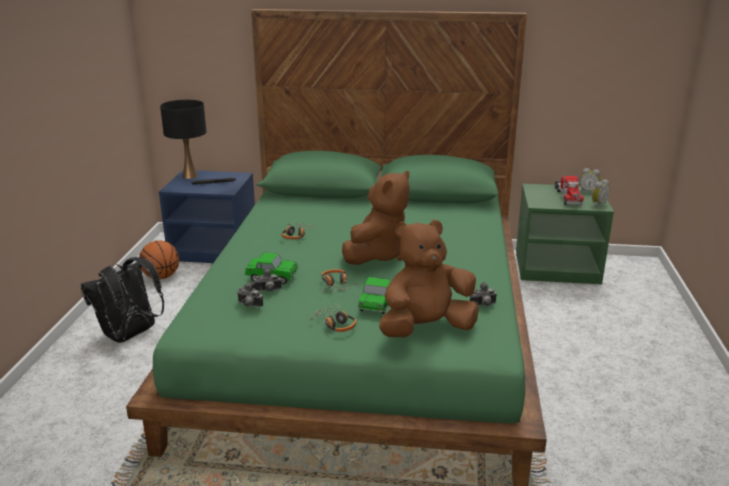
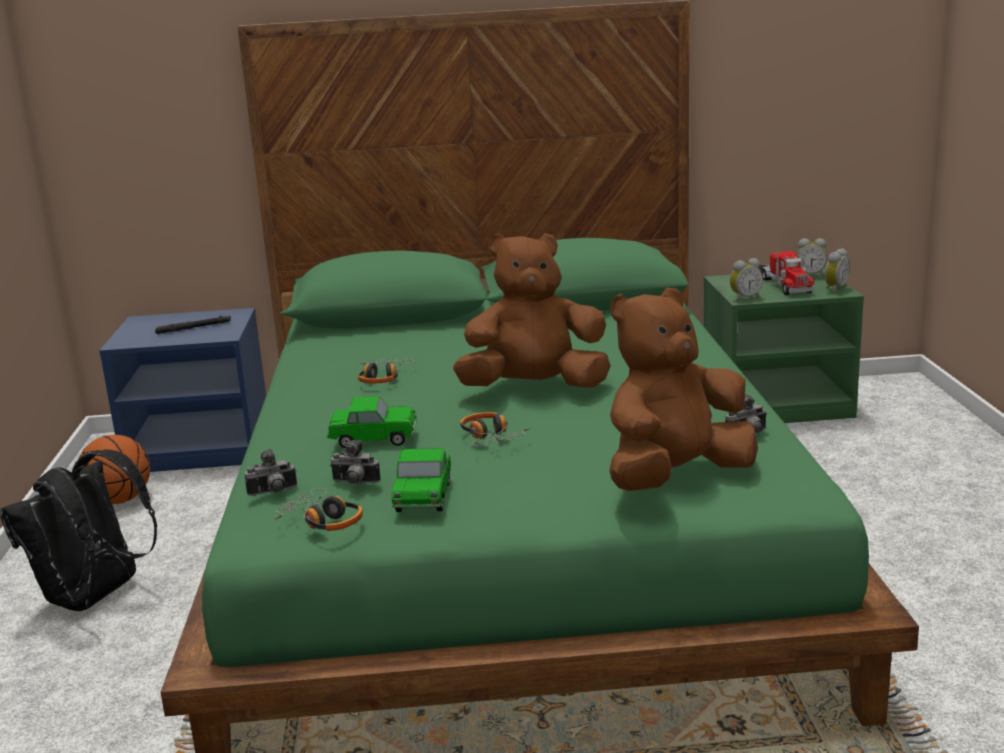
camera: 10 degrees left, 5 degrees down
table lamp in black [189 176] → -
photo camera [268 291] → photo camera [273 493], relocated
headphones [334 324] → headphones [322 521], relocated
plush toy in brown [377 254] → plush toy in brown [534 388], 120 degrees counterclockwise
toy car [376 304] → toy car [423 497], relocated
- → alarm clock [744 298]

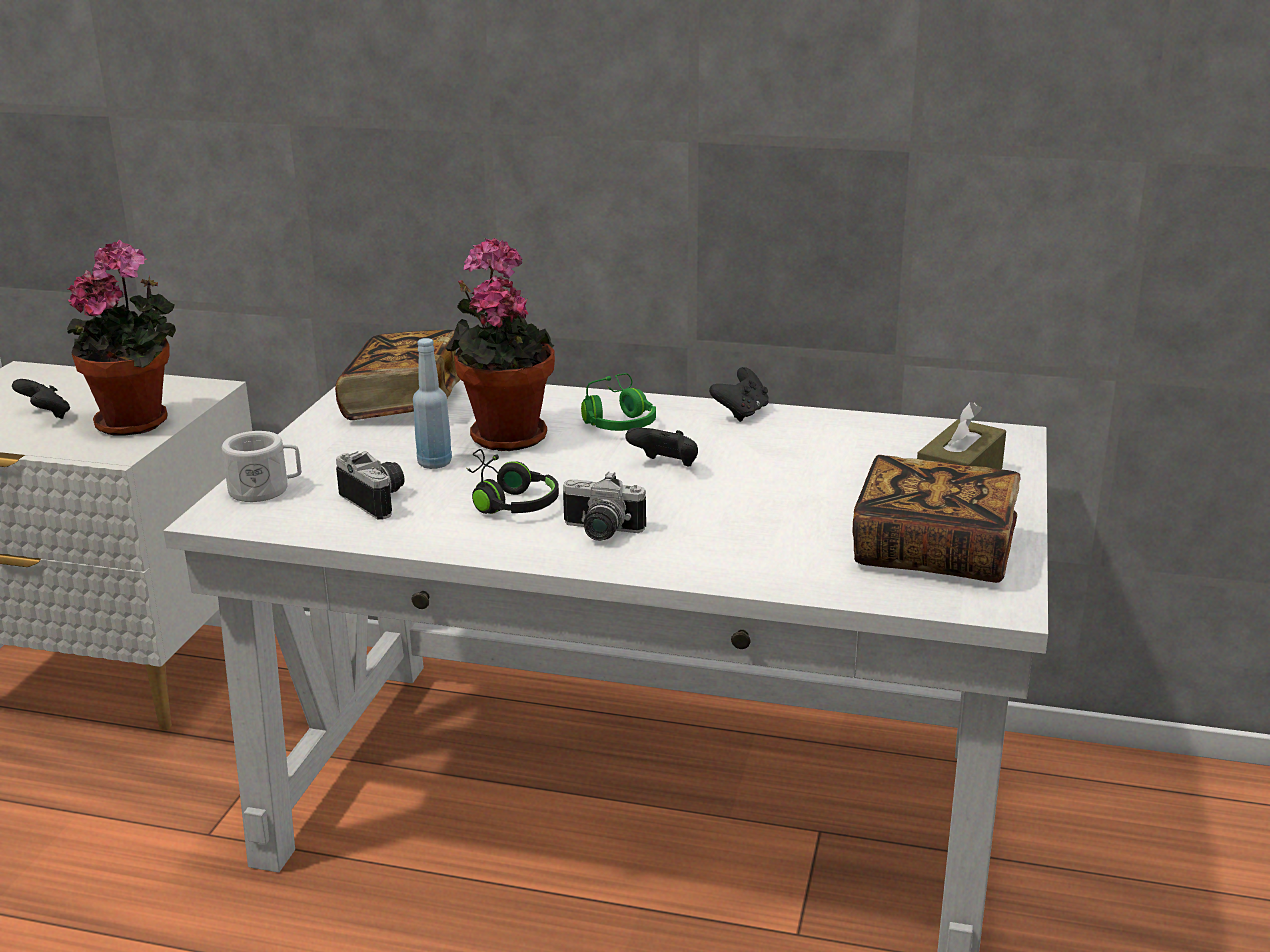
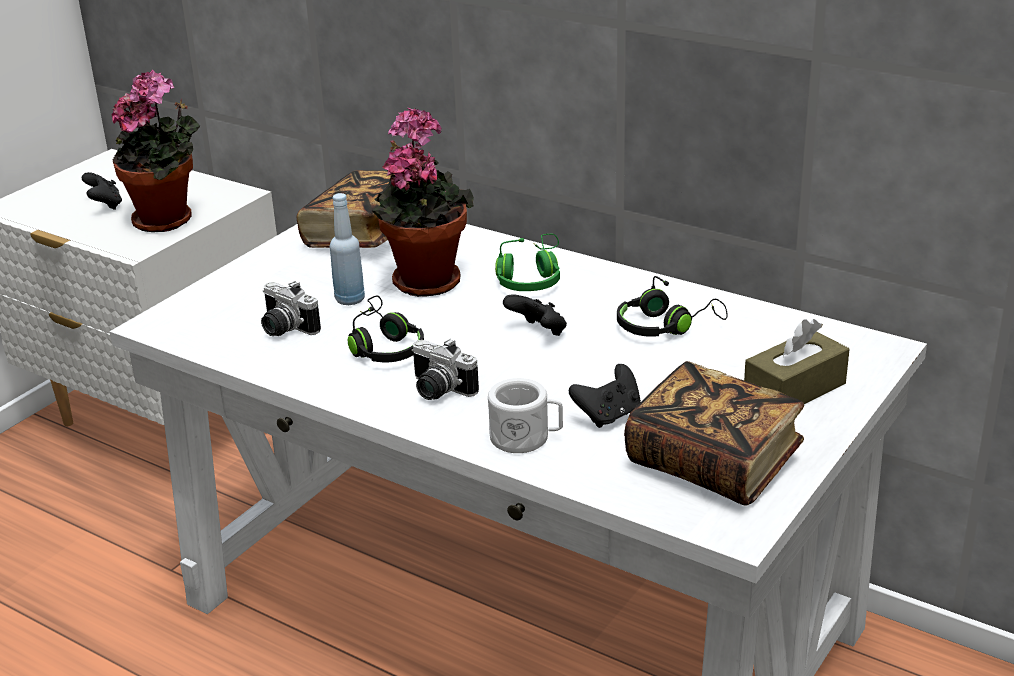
camera: 20 degrees right, 5 degrees up
mug in white [266 489] → mug in white [526 438], relocated
photo camera [379 500] → photo camera [284 329], 150 degrees clockwise
game controller in black [741 413] → game controller in black [608 415], relocated
- → headphones in black [665 326]

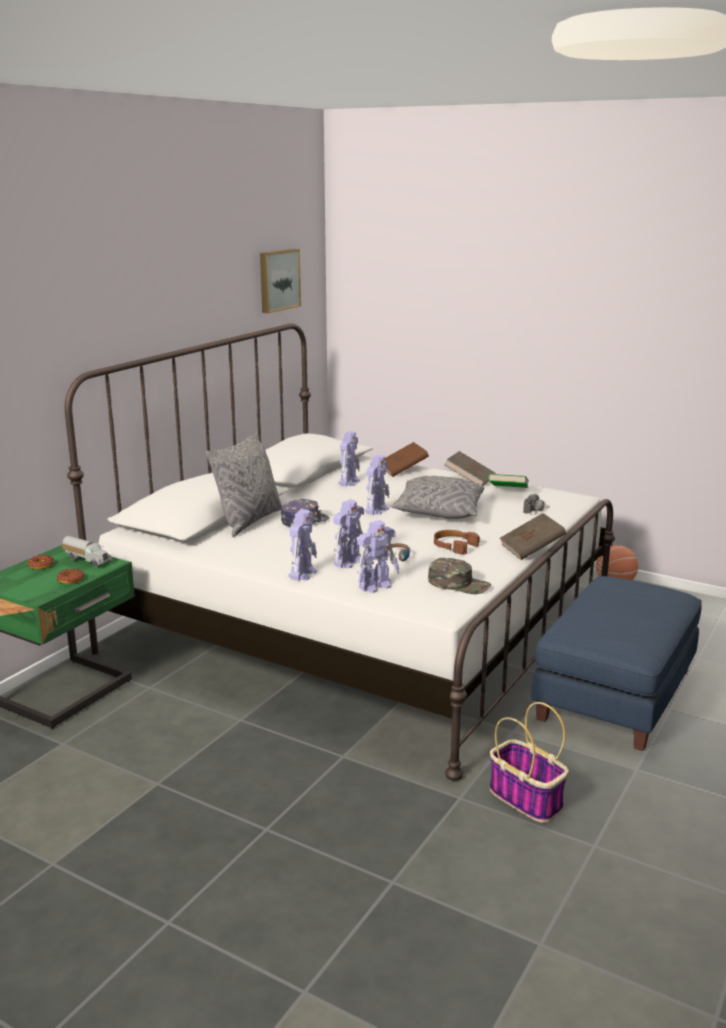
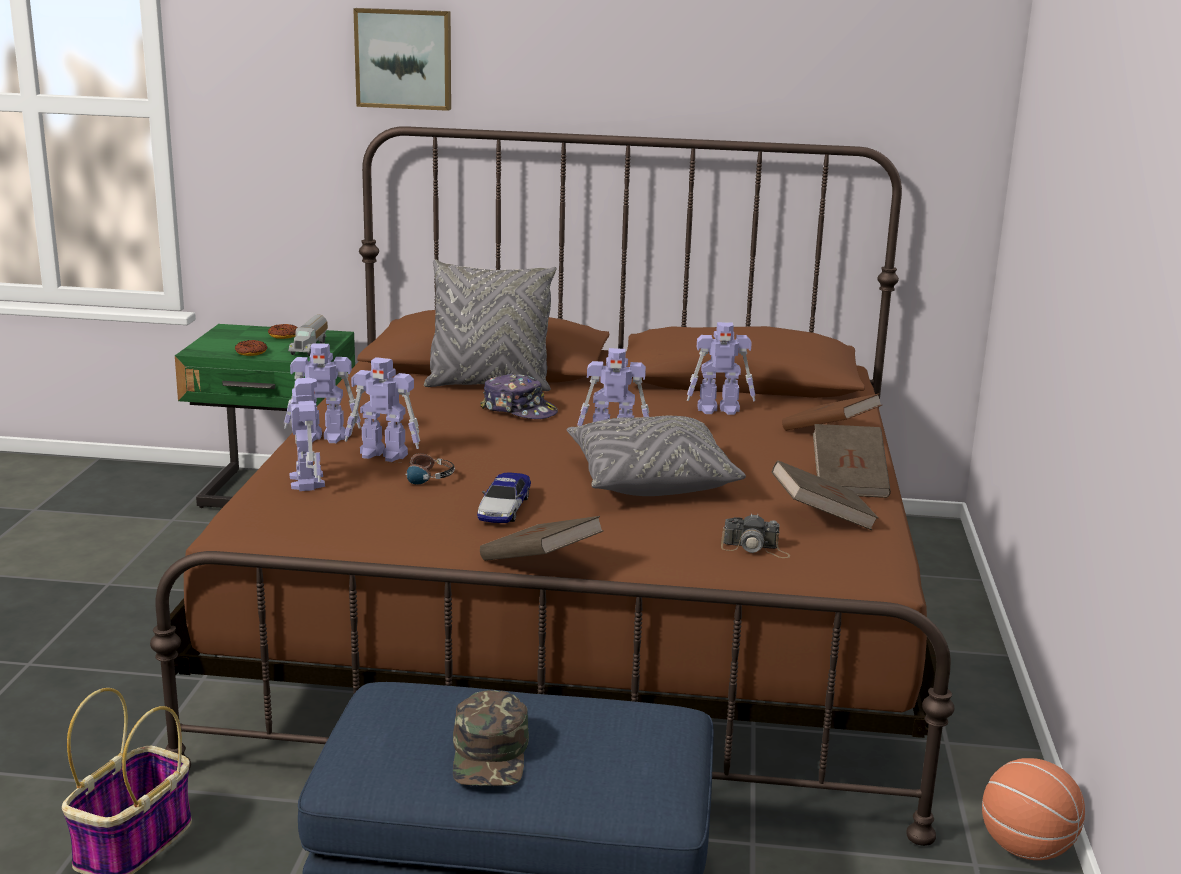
camera: 65 degrees right, 0 degrees up
bed in white [362 625] → bed in brown [584 620]
picture [278 280] → picture [404 58], relocated
toy robot [376 586] → toy robot [307 480], 135 degrees counterclockwise
cap in green [459 584] → cap in green [491 753], relocated
headphones in brown [454 546] → toy car [504 507]
book in green [508 492] → book in brown [821 517]

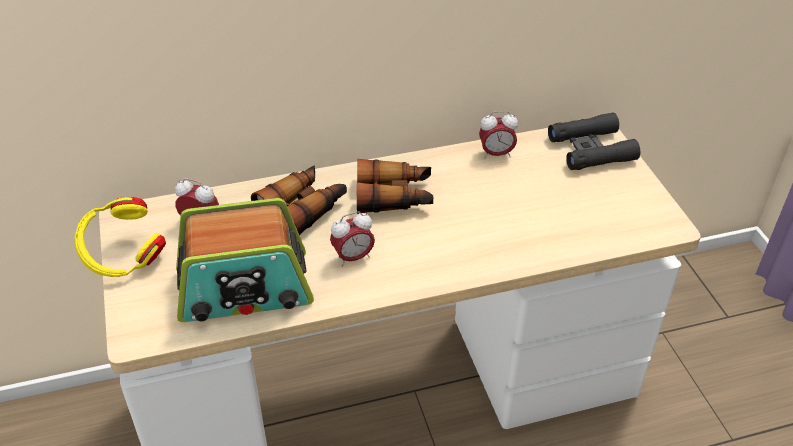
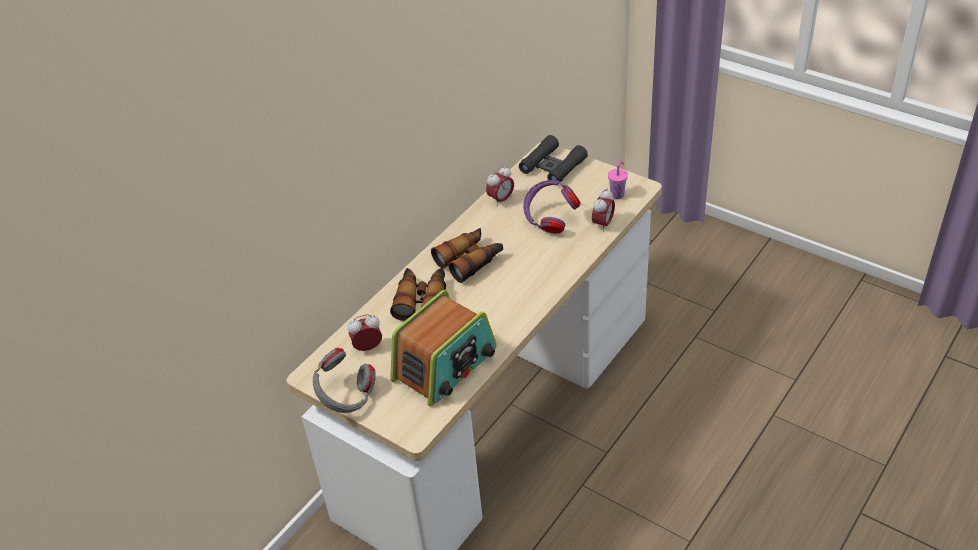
camera: 35 degrees left, 0 degrees up
headphones in yellow [124 259] → headphones in grey [346 398]
alarm clock [353 257] → alarm clock [603 224], relocated
- → headphones in purple [549 220]
- → cup in pink [617 194]

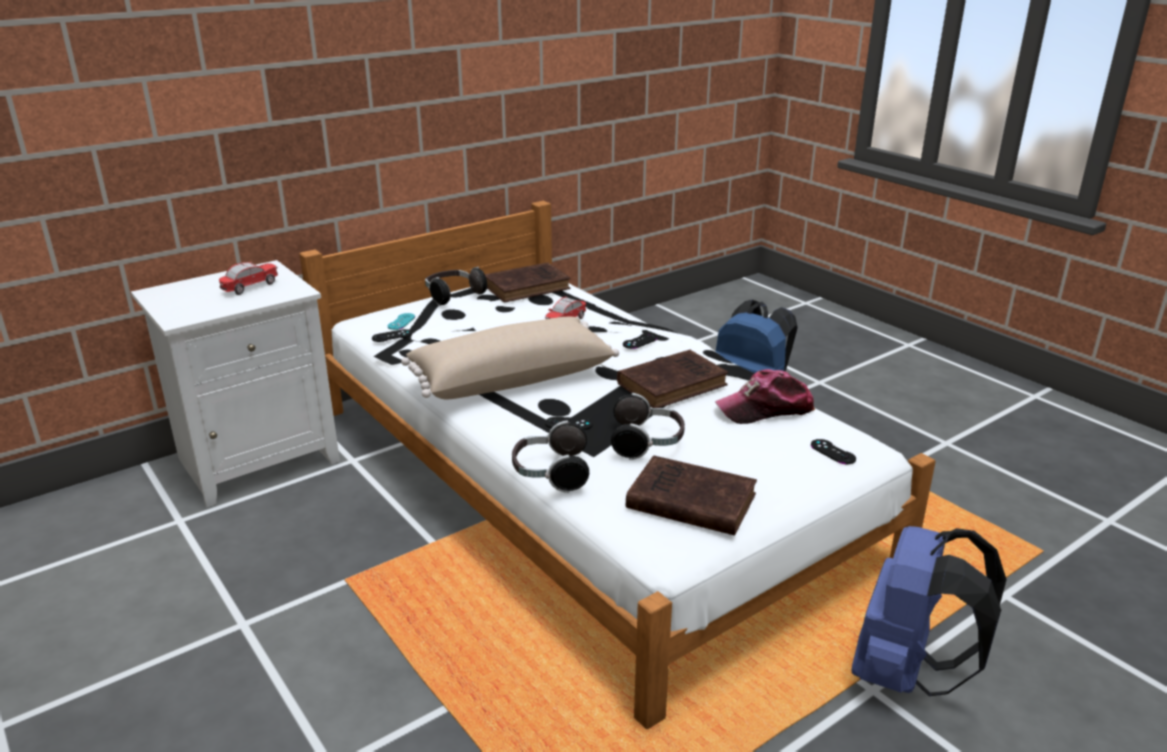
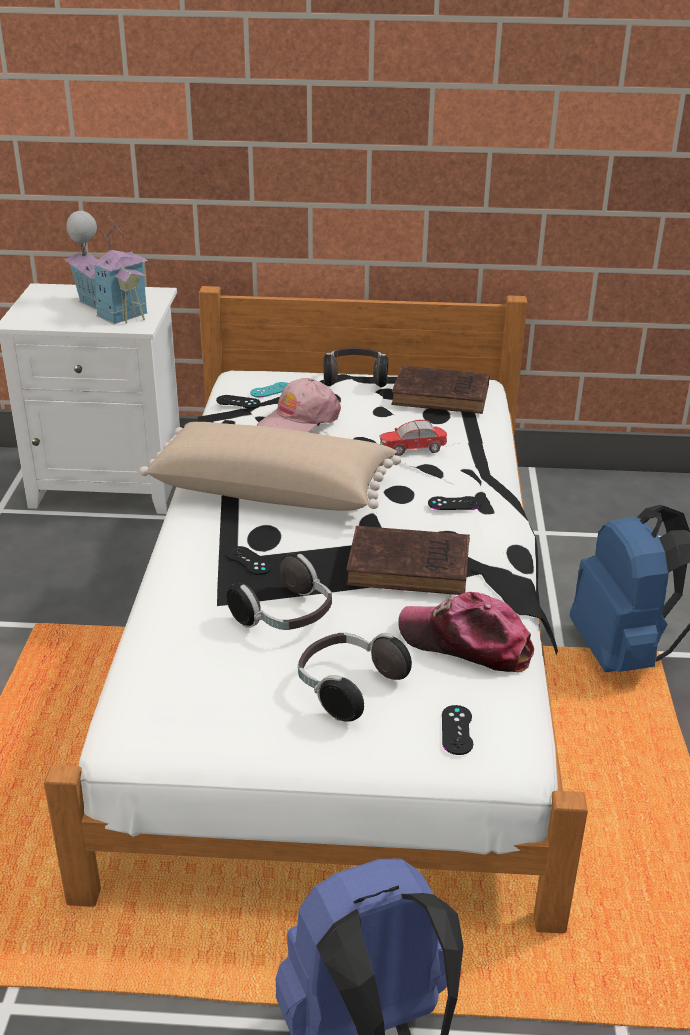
camera: 40 degrees right, 5 degrees up
toy car [250 287] → toy house [111 309]
headphones [550 473] → headphones [347 687], relocated
book in brown [687 501] → -
- → cap in pink [299 420]

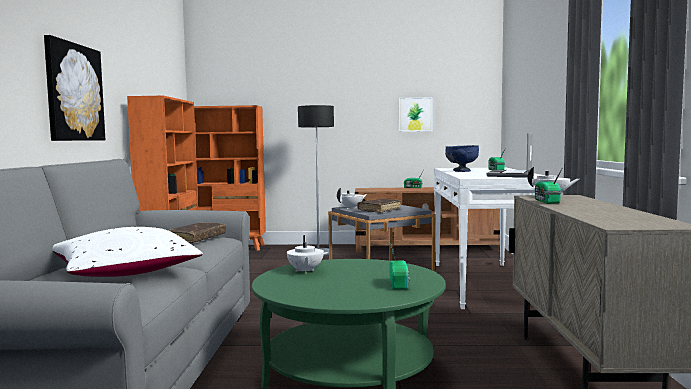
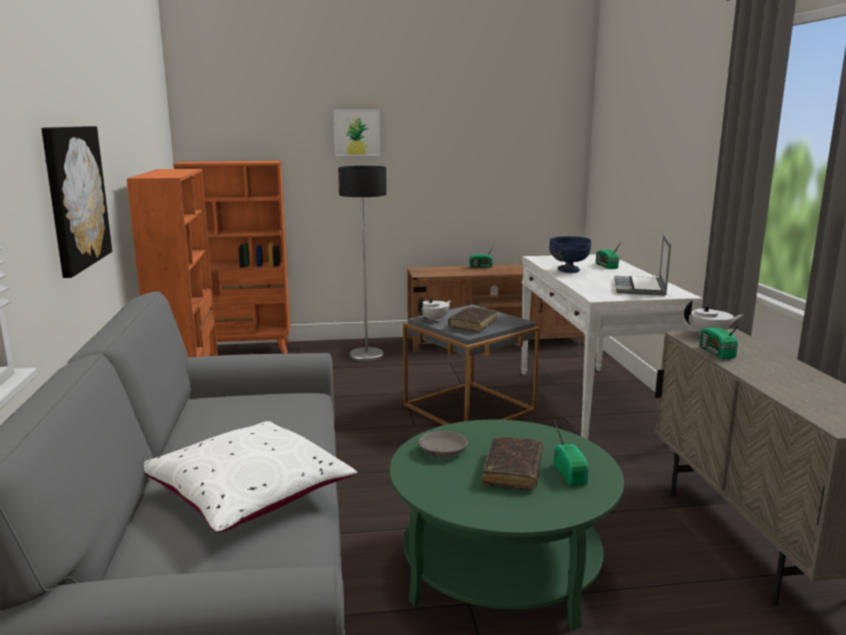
camera: 10 degrees left, 10 degrees up
book in brown [196 239] → book in brown [513 471], relocated
teapot in white [305 271] → bowl in grey [442 451]
picture [415 114] → picture [357 132], relocated

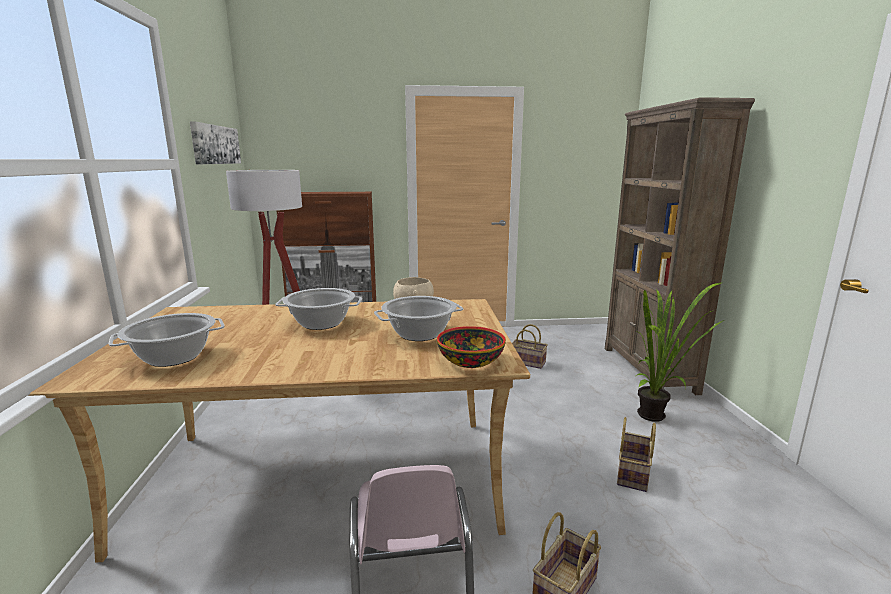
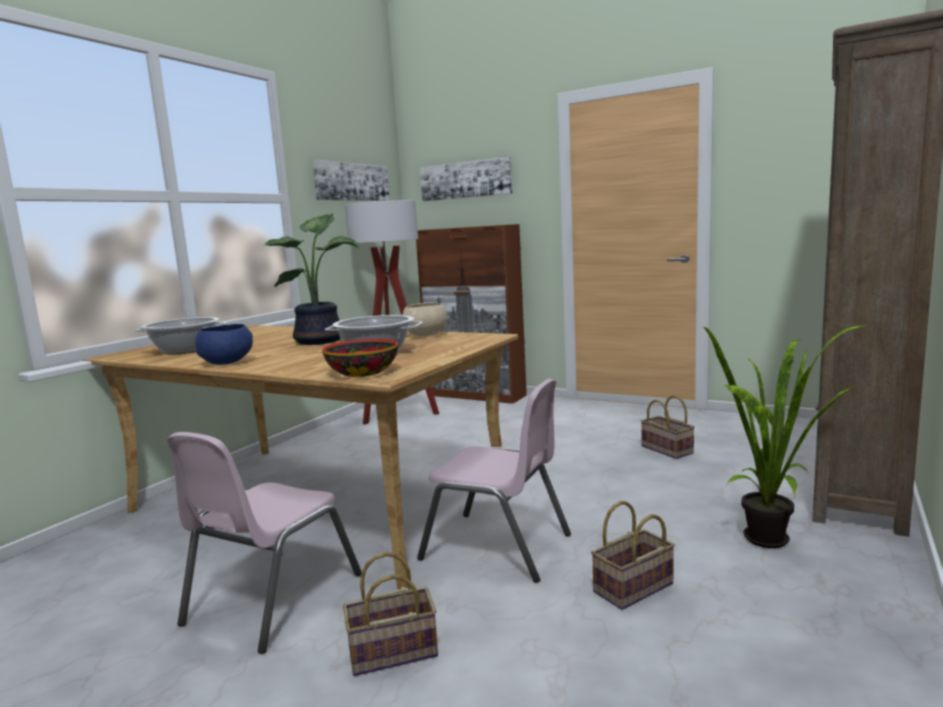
camera: 35 degrees right, 5 degrees down
cooking pot [321 323] → potted plant [322 340]
- → bowl in blue [228 362]
- → chair in pink [497 547]
- → picture [465 180]

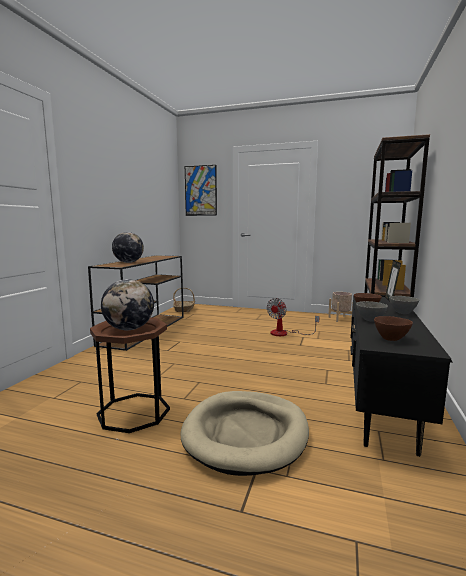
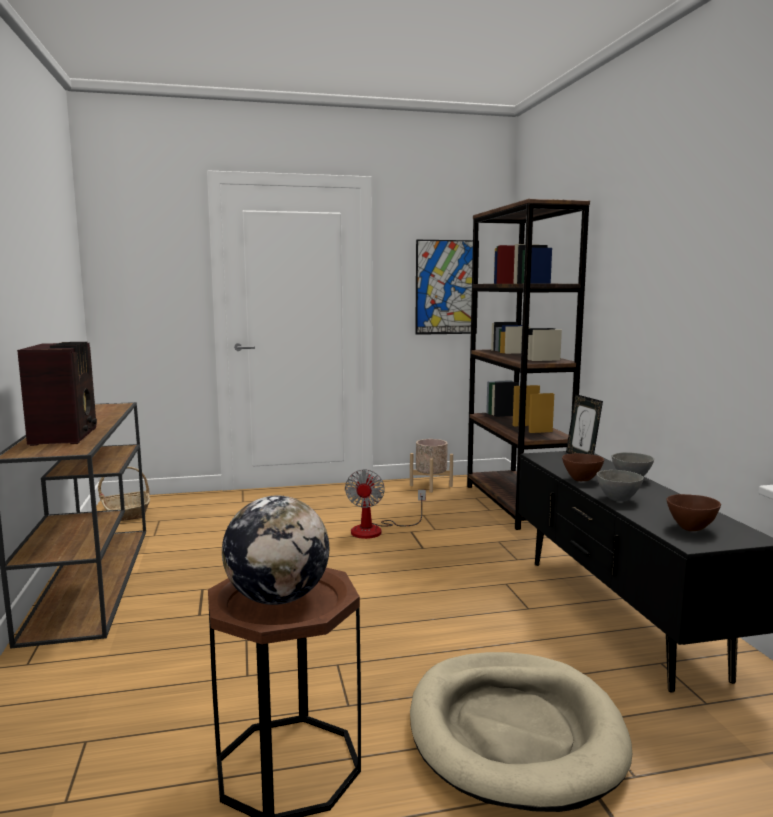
camera: 30 degrees left, 0 degrees up
globe [128 262] → radio [66 436]
picture [200 190] → picture [446 287], relocated

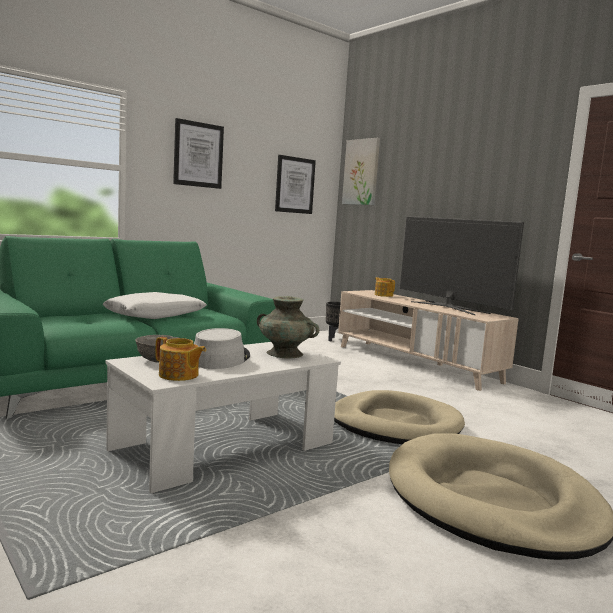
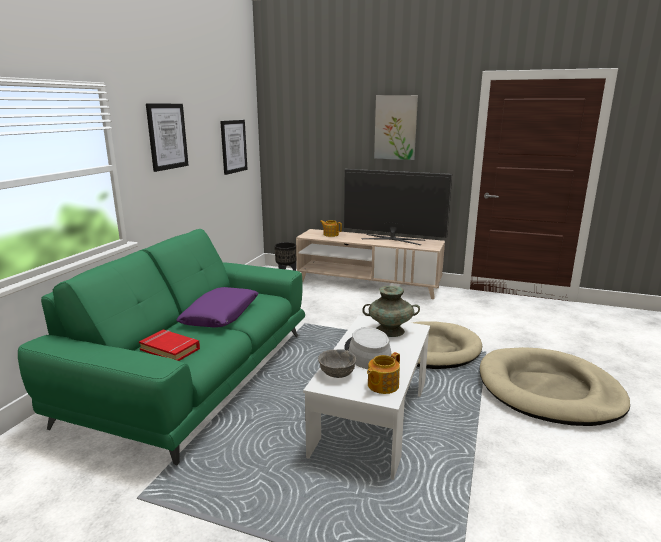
camera: 30 degrees left, 10 degrees up
pillow in white [155 315] → pillow in purple [221 315]
teapot [179 375] → teapot [382 385], 135 degrees clockwise
picture [361 172] → picture [395 127], relocated
- → book in red [170 349]

